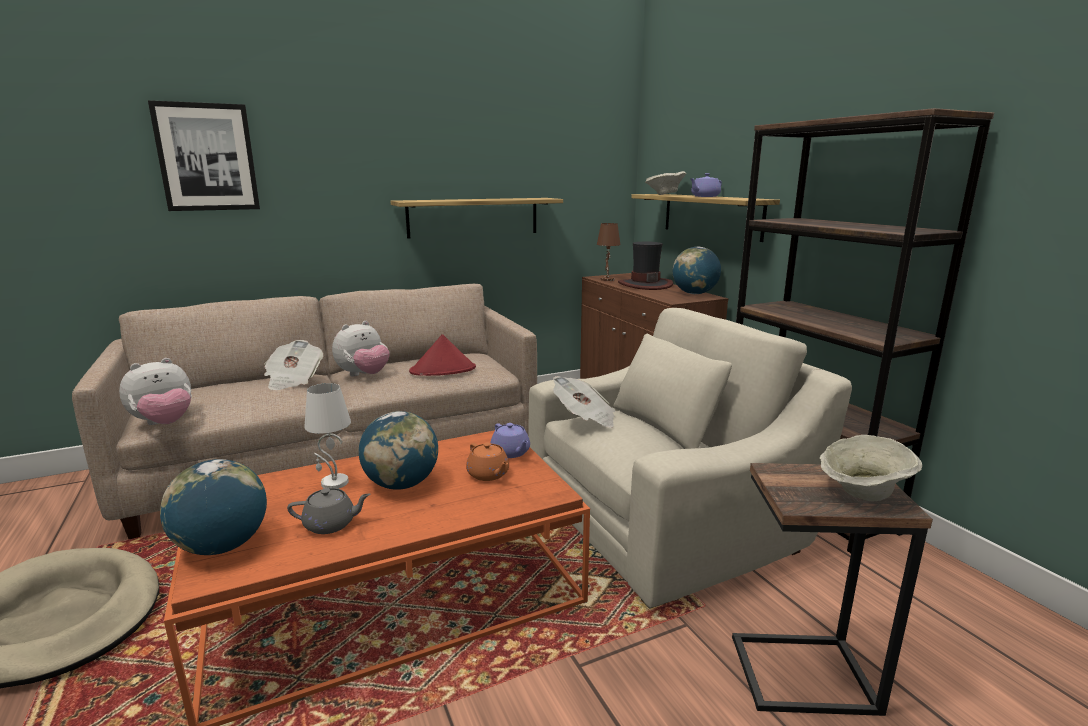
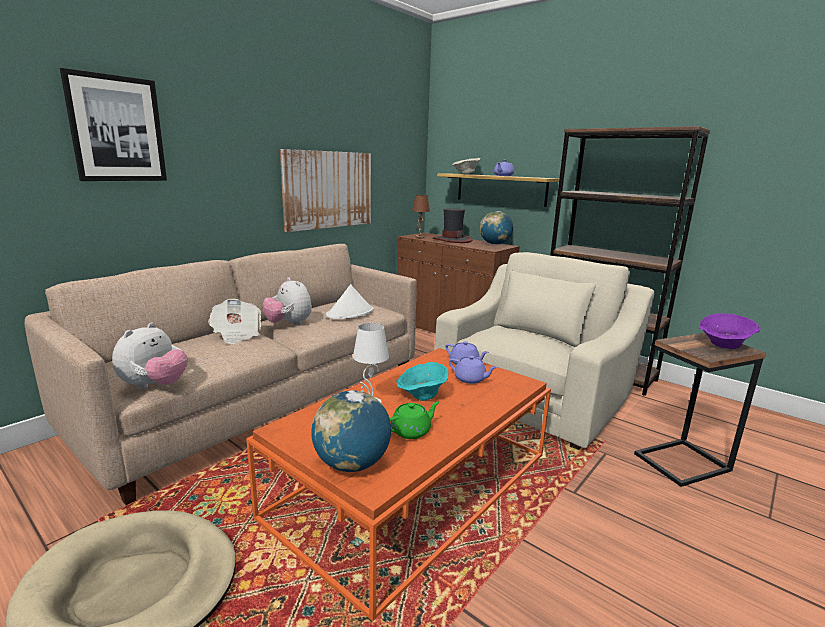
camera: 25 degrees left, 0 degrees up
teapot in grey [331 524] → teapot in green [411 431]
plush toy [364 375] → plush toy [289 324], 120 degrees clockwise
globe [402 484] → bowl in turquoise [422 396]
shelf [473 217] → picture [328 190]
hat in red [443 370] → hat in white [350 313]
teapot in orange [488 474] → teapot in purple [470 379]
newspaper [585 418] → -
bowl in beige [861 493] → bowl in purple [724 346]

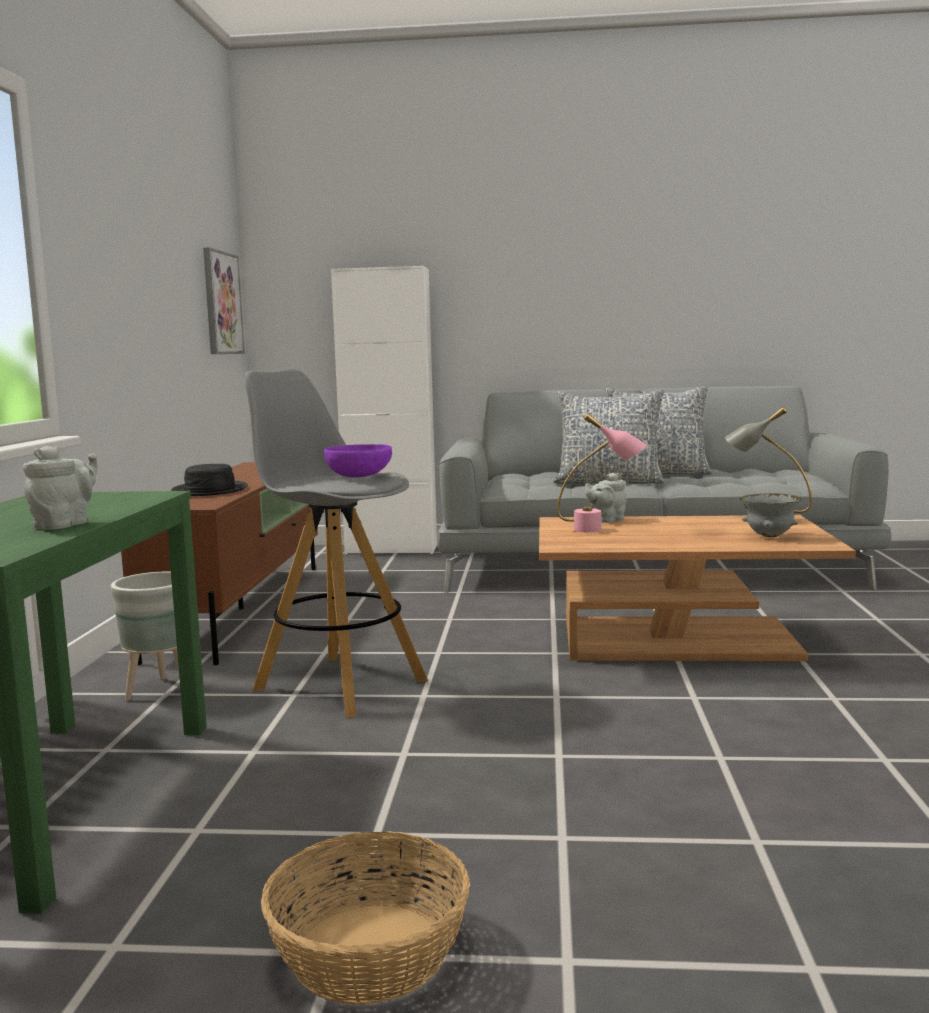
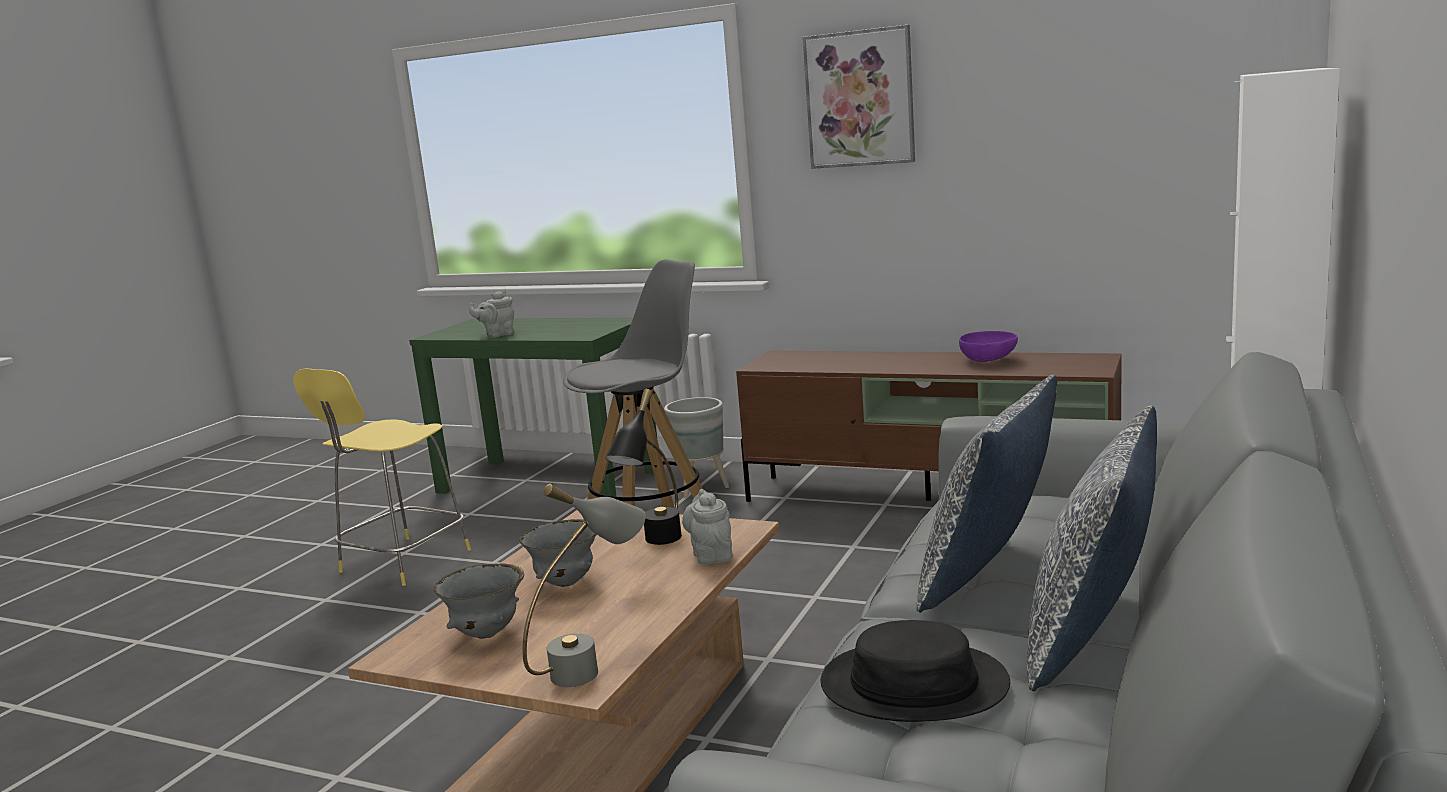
camera: 110 degrees right, 5 degrees up
teapot in grey [65 525] → teapot in grey [497 335], 105 degrees clockwise
hat in black [209 490] → hat in black [914 684], relocated
picture [221 303] → picture [860 98], relocated
basket [368 951] → -
bowl in purple [359 476] → bowl in purple [989 360], relocated
table lamp in pink [601 529] → table lamp in black [655 544]
- → stool in yellow [402 563]
- → bowl in grey [566 583]

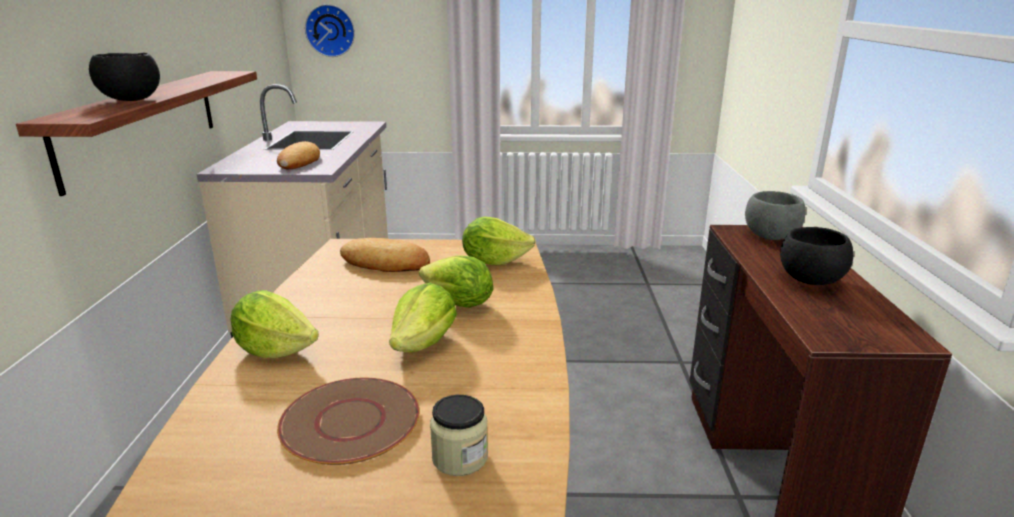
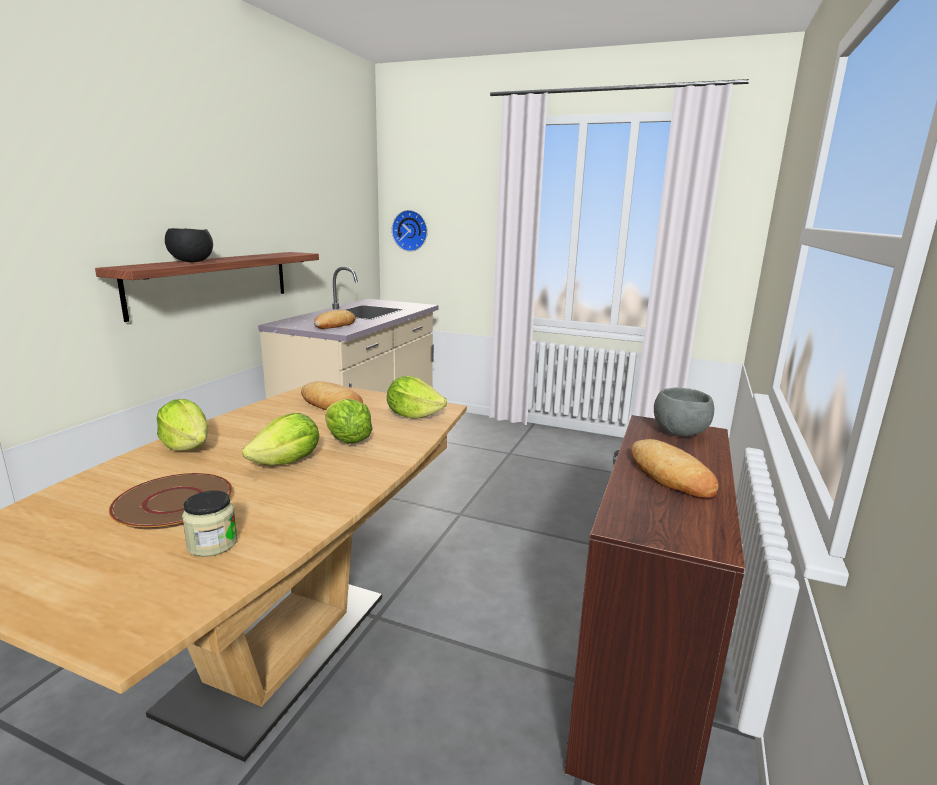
camera: 20 degrees right, 5 degrees down
bowl in black [809 281] → bread [670 476]

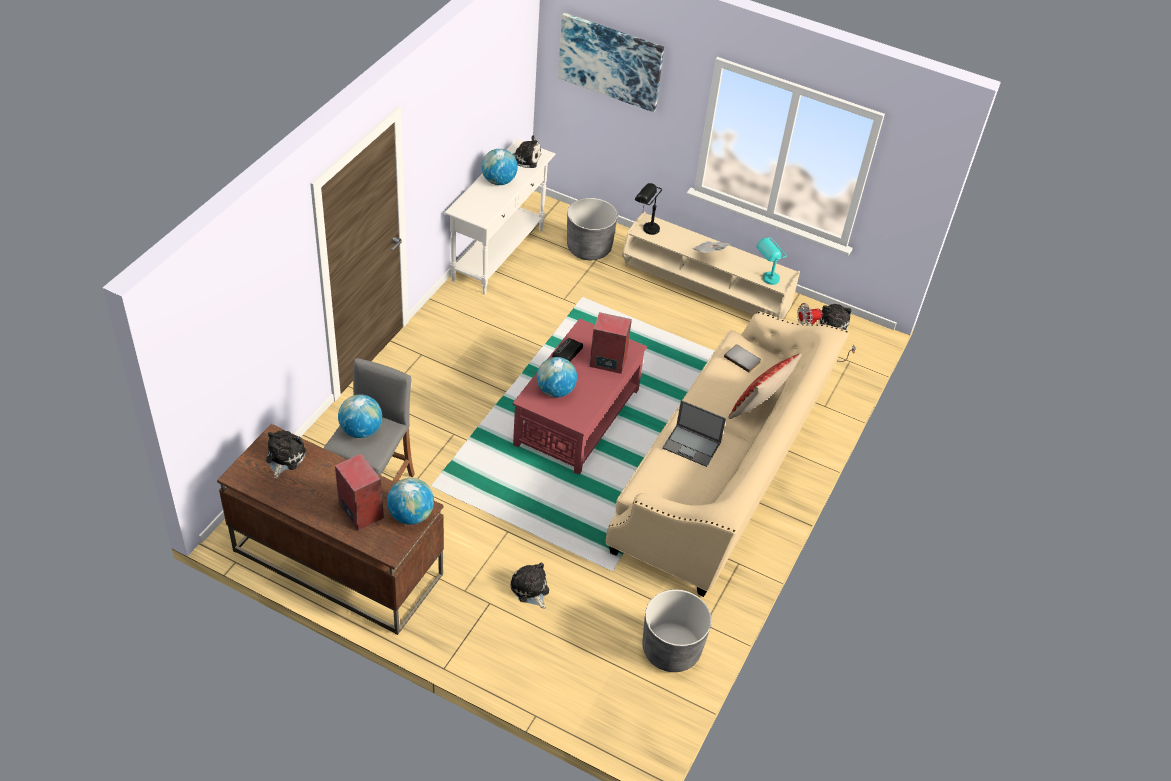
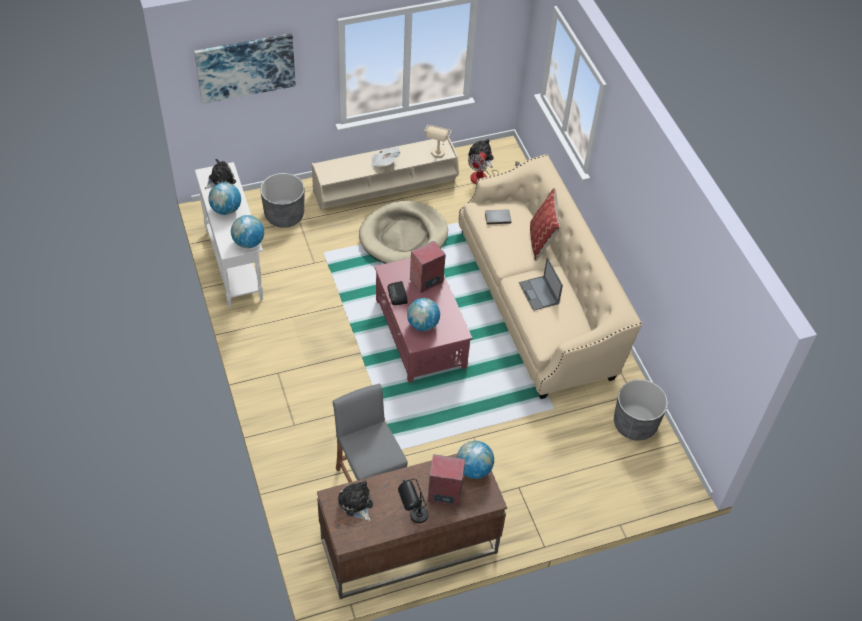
camera: 45 degrees left, 5 degrees up
globe [361 430] → globe [248 242], relocated
plush toy [530 590] → -
table lamp in black [645 227] → table lamp in black [413 517], relocated
laptop [692 445] → laptop [539 293], 90 degrees clockwise
table lamp in turquoise [766 281] → table lamp in beige [437 156]
- → dog bed in beige [403 236]

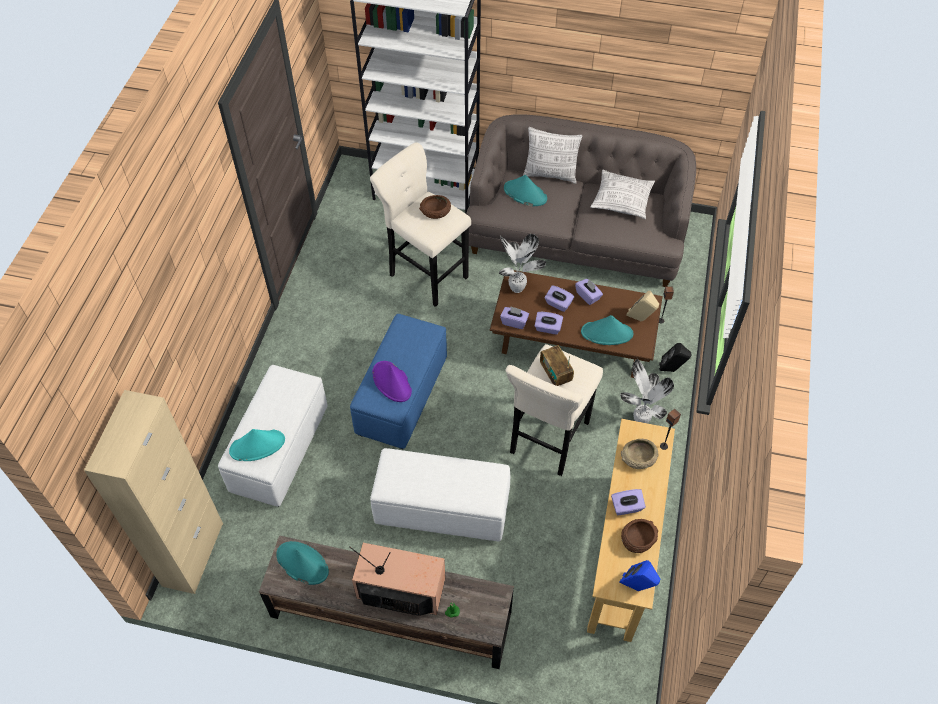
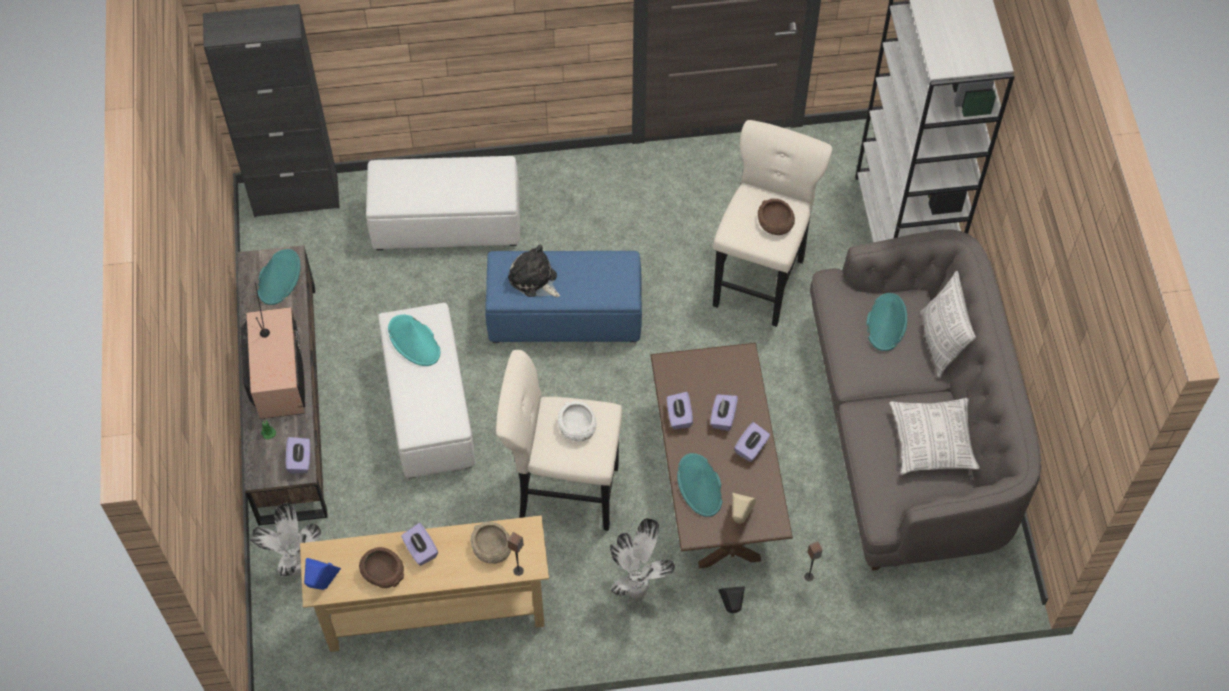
camera: 70 degrees right, 5 degrees up
cabinet in beige [193 554] → cabinet in black [296 197]
hat in turquoise [257 445] → hat in turquoise [414 341], relocated
hat in purple [392 382] → plush toy [534 279]
potted plant [517 289] → potted plant [294 569], relocated
tissue box in purple [514 322] → tissue box in purple [300 461], relocated
radio [555 373] → bowl in white [576 426]

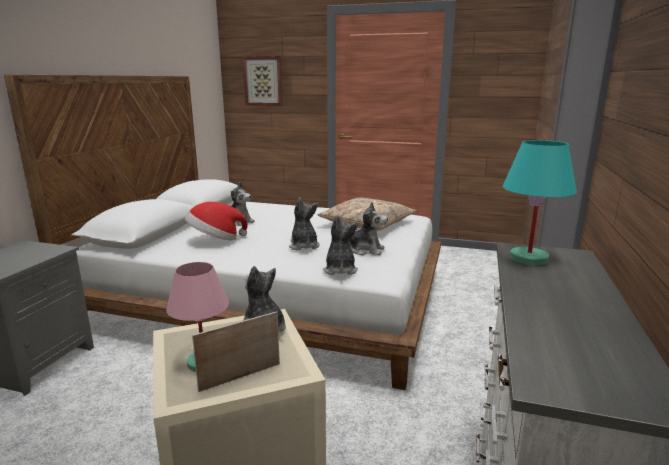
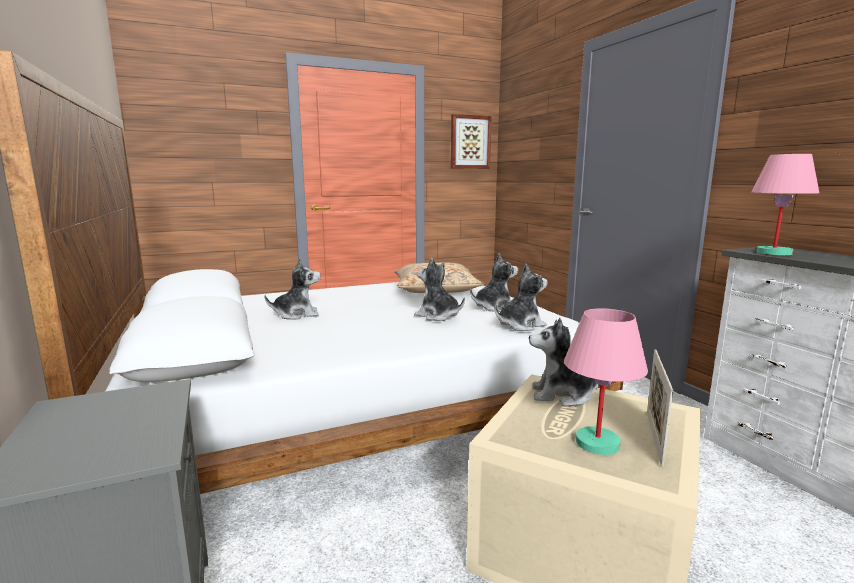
camera: 40 degrees left, 5 degrees down
hat [215 239] → -
picture [263 81] → picture [470 142], relocated
plush toy [340 270] → plush toy [520 325], 105 degrees clockwise
table lamp in turquoise [529 259] → table lamp in pink [775 253]

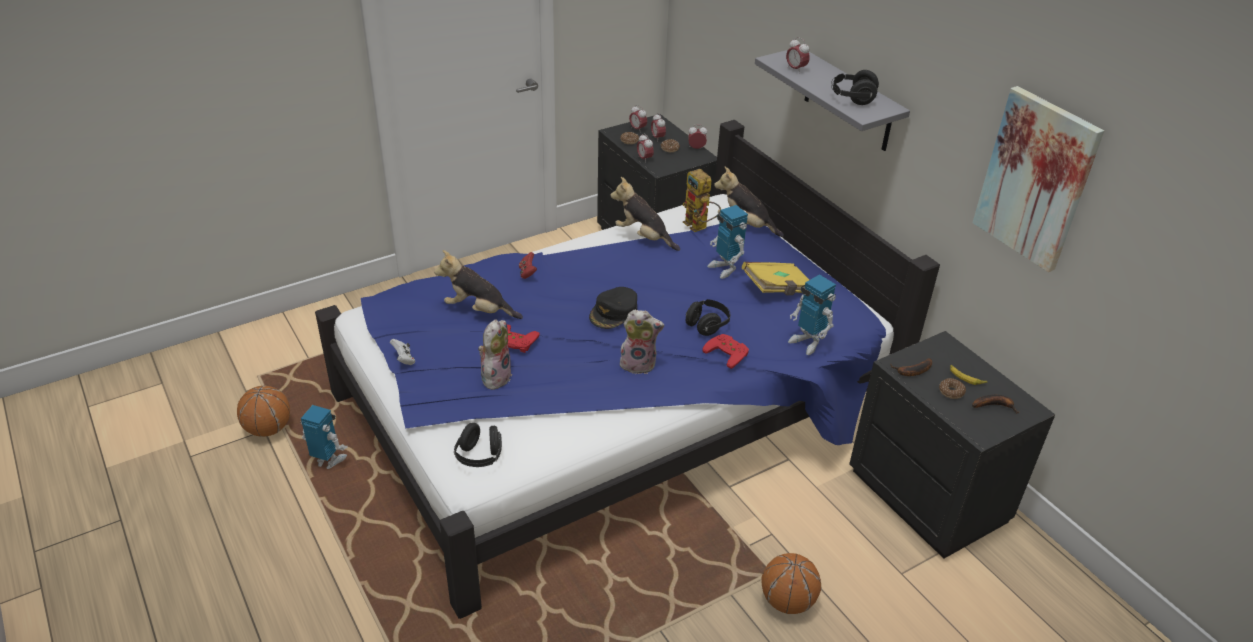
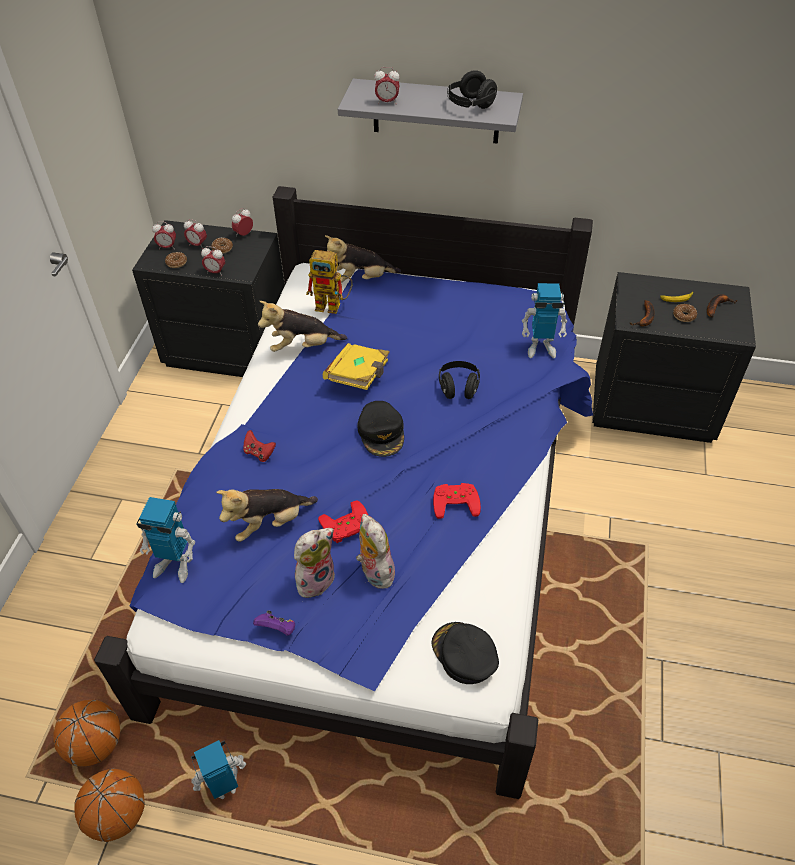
camera: 45 degrees left, 10 degrees up
game controller in white [404 359] → game controller in purple [277 629]
headphones in black [479 457] → cap in black [464 654]
plush toy [639 364] → plush toy [315 579], relocated
game controller in red [728 352] → game controller in red [455 500], relocated
toy robot [725 268] → toy robot [174 564], relocated
book in yellow [777 289] → book in yellow [359 376], relocated
basketball [787 601] → basketball [96 745], relocated
picture [1036 179] → -

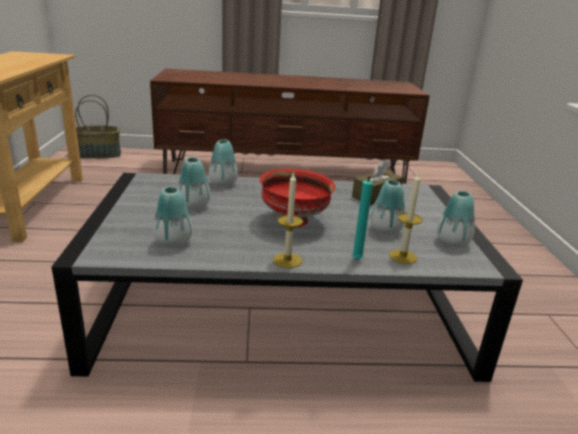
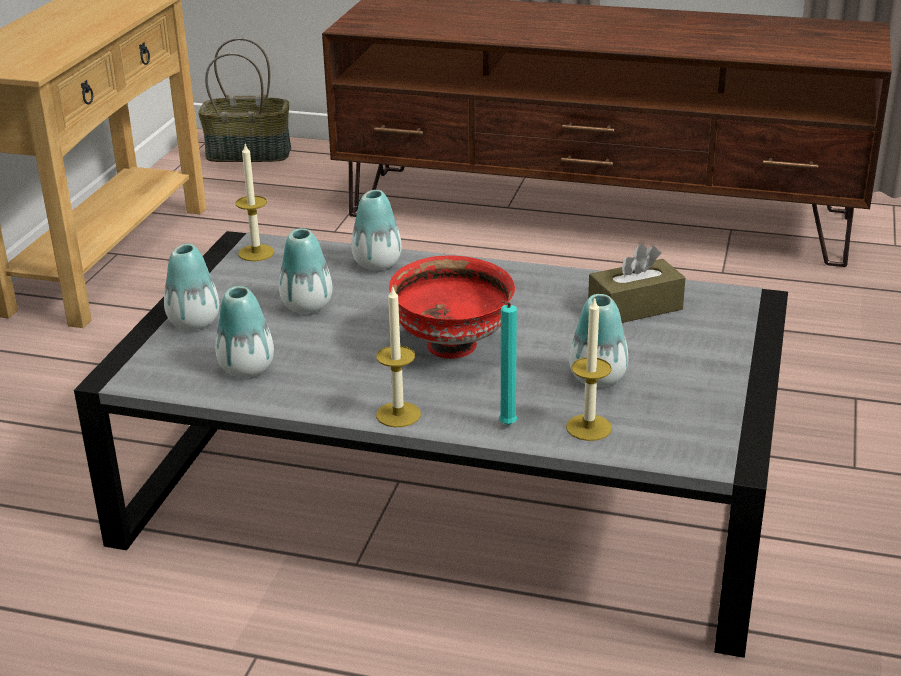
camera: 20 degrees right, 5 degrees up
vase [452 243] → vase [194 322], relocated
- → candle [256 253]

